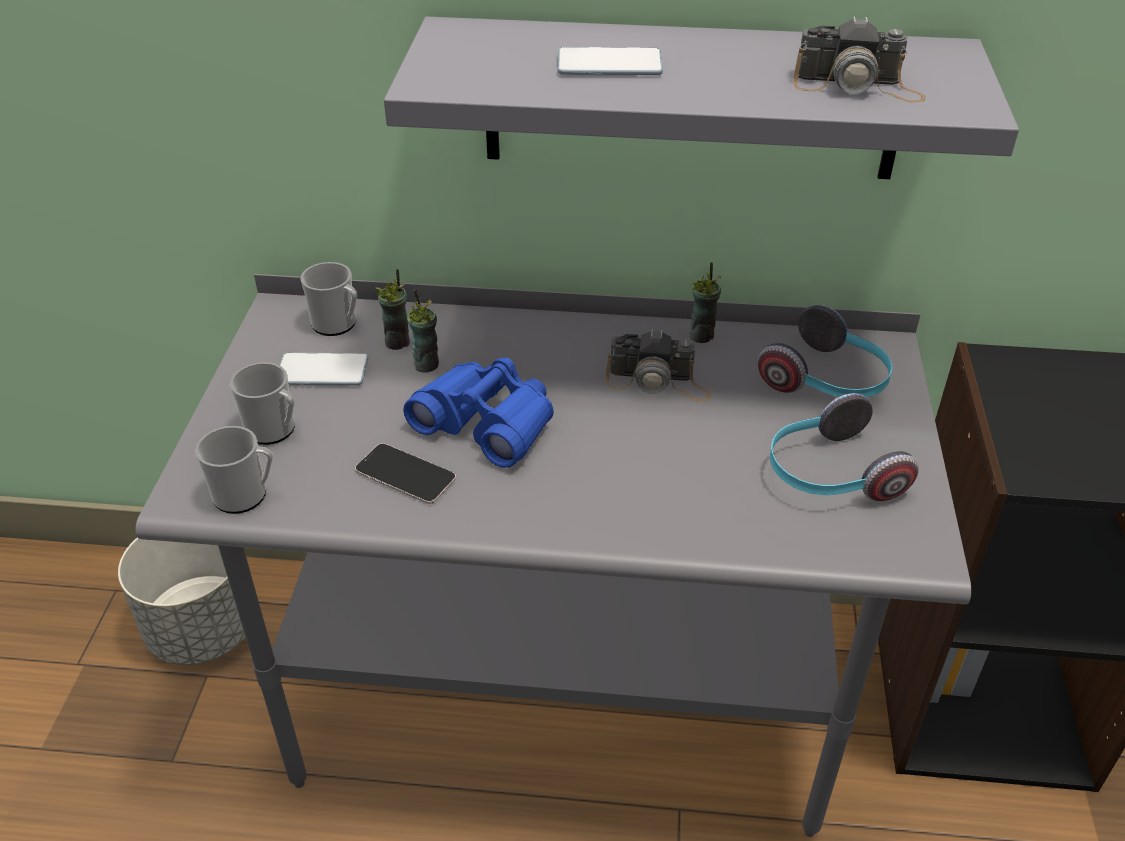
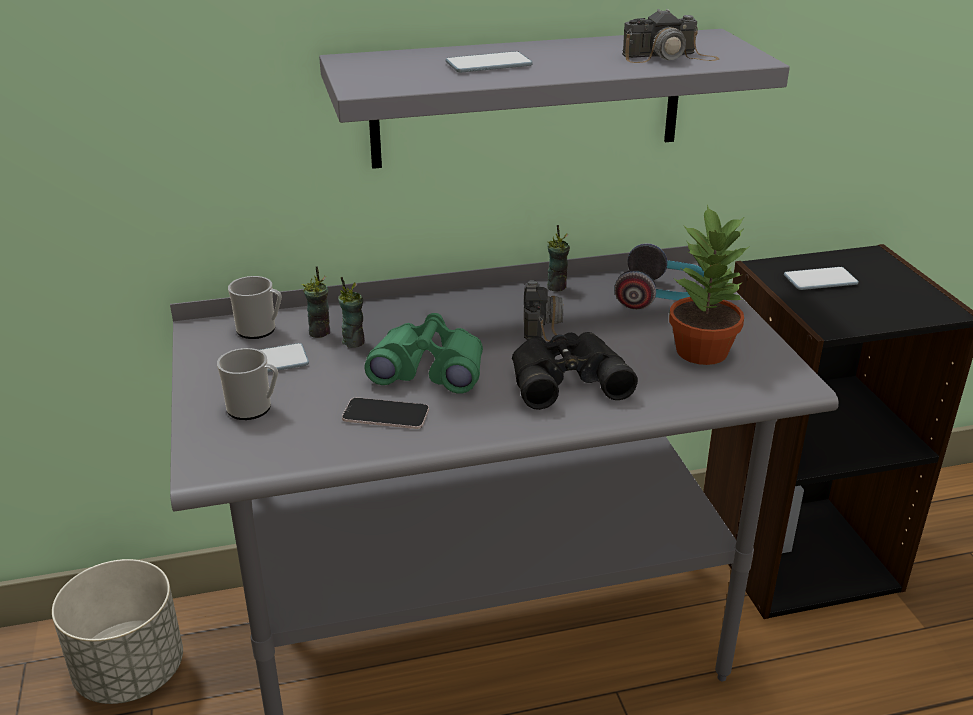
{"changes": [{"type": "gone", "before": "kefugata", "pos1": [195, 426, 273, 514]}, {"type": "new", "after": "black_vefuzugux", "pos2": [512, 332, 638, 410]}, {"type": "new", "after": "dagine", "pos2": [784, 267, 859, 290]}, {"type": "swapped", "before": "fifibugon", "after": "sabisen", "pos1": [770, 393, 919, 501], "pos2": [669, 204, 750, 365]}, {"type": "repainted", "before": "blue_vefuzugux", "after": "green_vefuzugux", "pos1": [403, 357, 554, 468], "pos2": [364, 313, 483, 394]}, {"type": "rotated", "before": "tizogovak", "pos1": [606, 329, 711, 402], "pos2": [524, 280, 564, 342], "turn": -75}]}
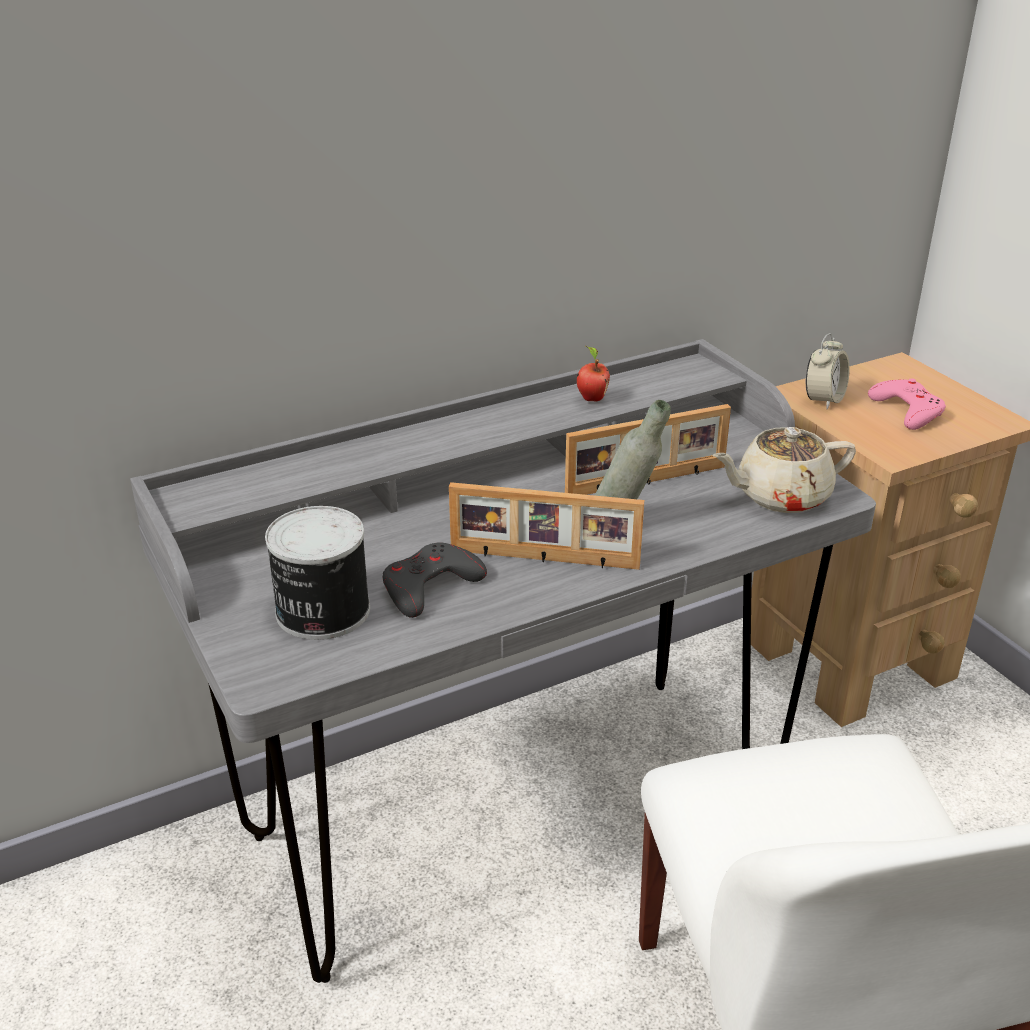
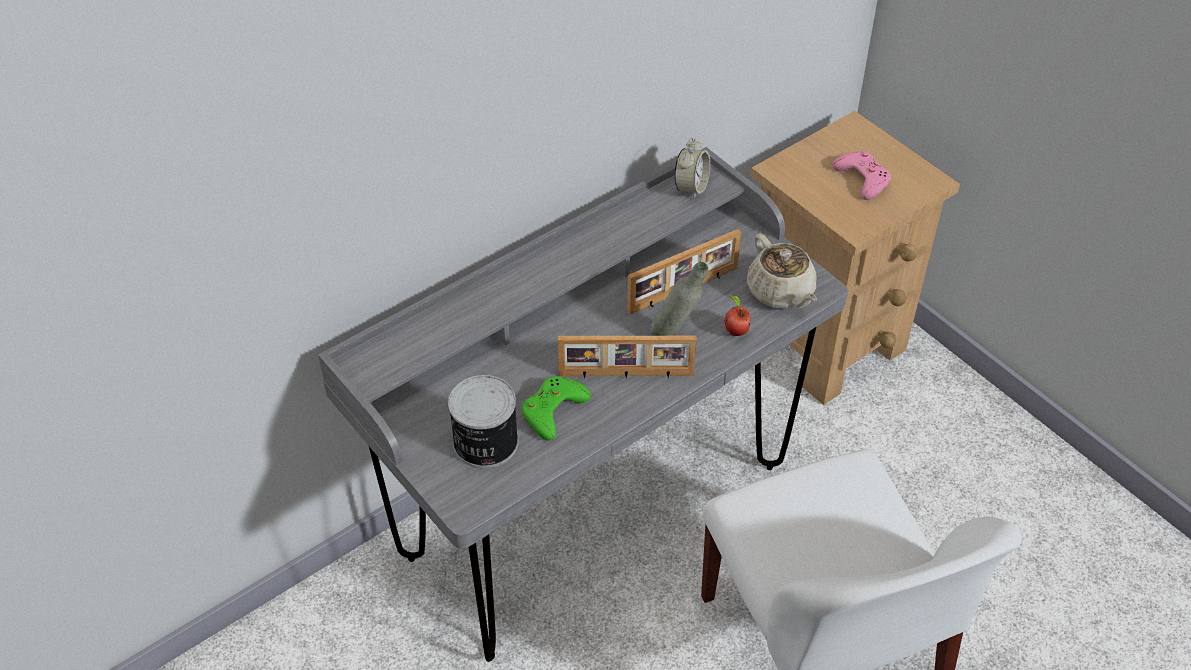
{"changes": [{"type": "shifted", "before": "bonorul", "pos1": [577, 346, 610, 401], "pos2": [725, 295, 750, 336]}, {"type": "shifted", "before": "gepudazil", "pos1": [806, 333, 850, 409], "pos2": [675, 137, 710, 199]}, {"type": "repainted", "before": "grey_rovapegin", "after": "green_rovapegin", "pos1": [383, 543, 487, 618], "pos2": [521, 376, 591, 441]}, {"type": "rotated", "before": "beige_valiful", "pos1": [713, 427, 856, 513], "pos2": [747, 234, 817, 309], "turn": -90}]}
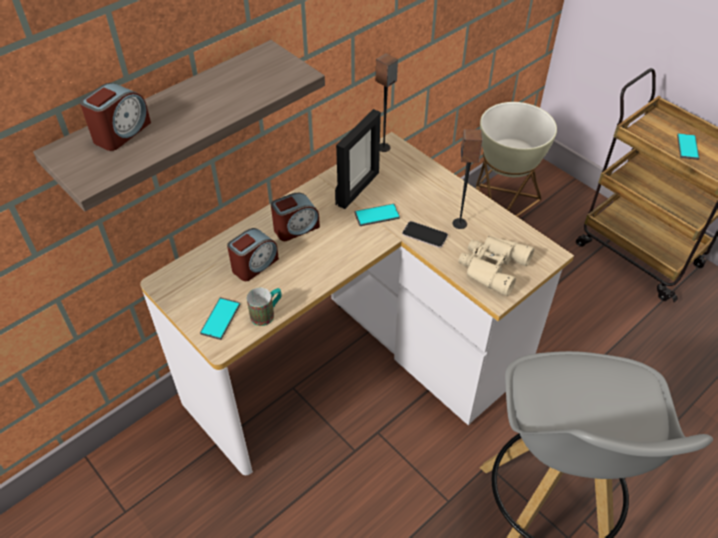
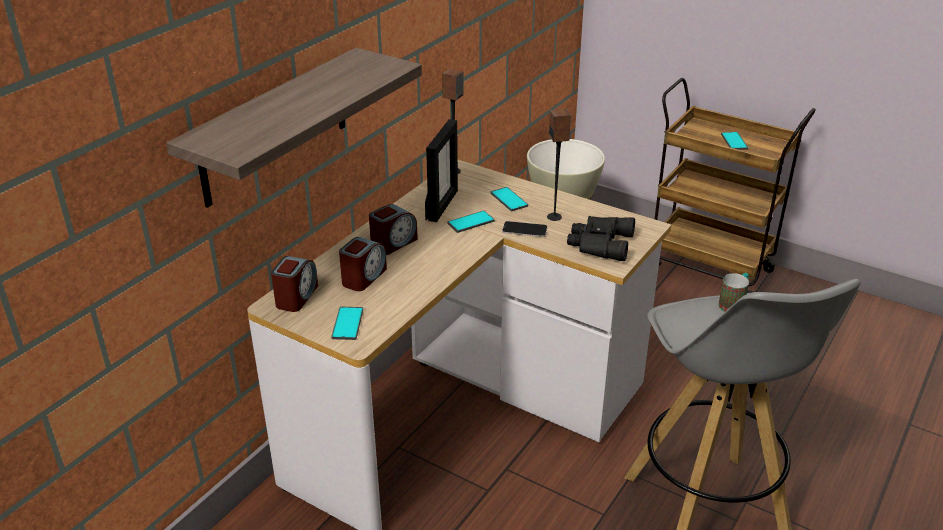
{"changes": [{"type": "new", "after": "dagine", "pos2": [490, 187, 528, 211]}, {"type": "shifted", "before": "gepudazil", "pos1": [80, 83, 151, 151], "pos2": [271, 256, 318, 312]}, {"type": "shifted", "before": "kefugata", "pos1": [247, 288, 282, 326], "pos2": [718, 273, 749, 312]}, {"type": "repainted", "before": "beige_vefuzugux", "after": "black_vefuzugux", "pos1": [458, 236, 534, 296], "pos2": [567, 216, 635, 261]}]}
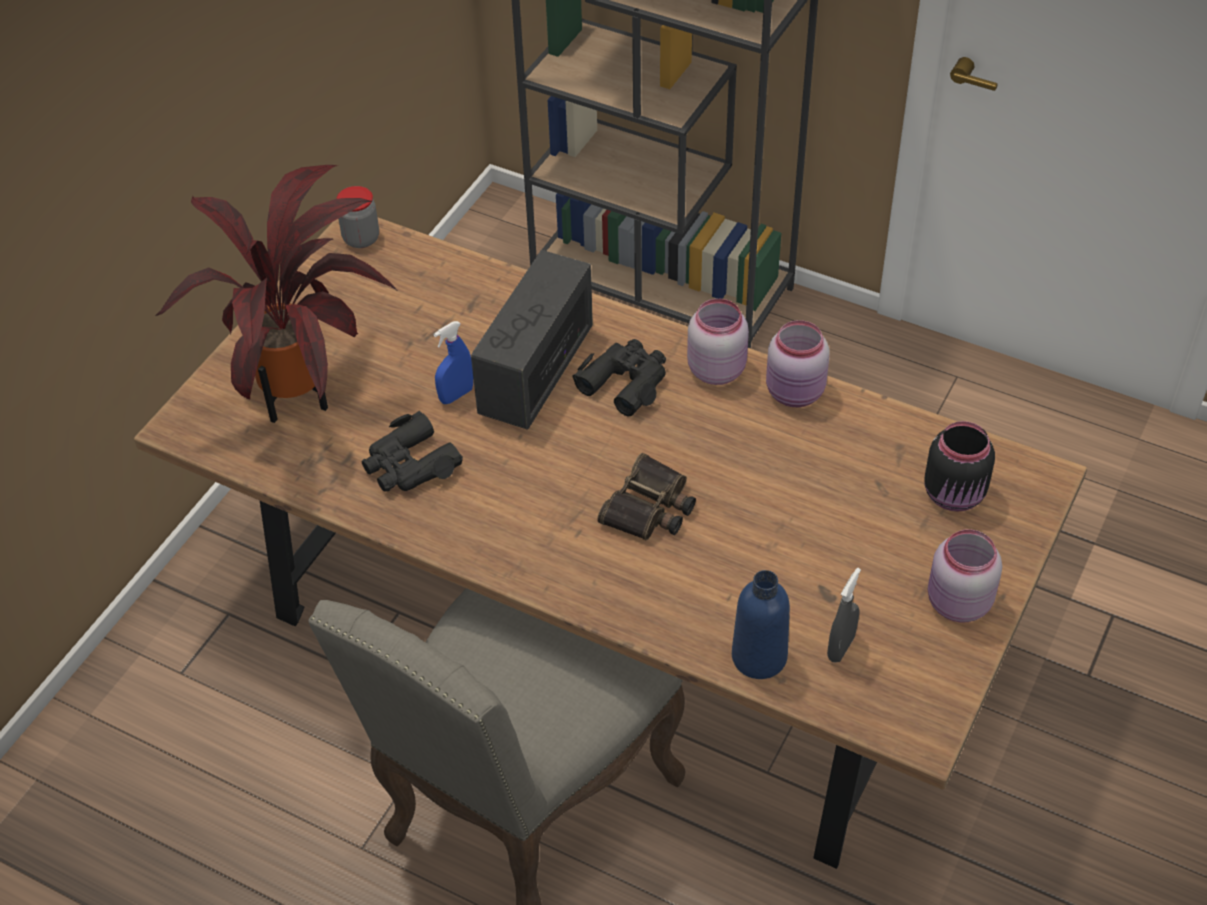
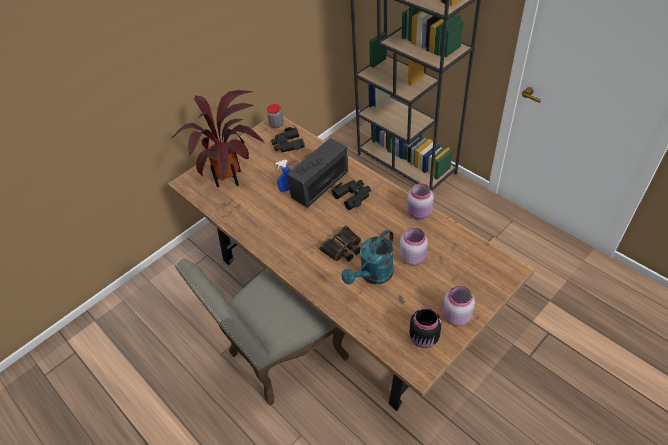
{"changes": [{"type": "gone", "before": "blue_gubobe", "pos1": [732, 570, 790, 679]}, {"type": "gone", "before": "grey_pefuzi", "pos1": [827, 568, 861, 663]}, {"type": "new", "after": "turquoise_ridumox", "pos2": [342, 229, 394, 285]}, {"type": "shifted", "before": "black_vefuzugux", "pos1": [361, 411, 463, 492], "pos2": [271, 127, 305, 152]}, {"type": "shifted", "before": "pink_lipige", "pos1": [687, 299, 749, 385], "pos2": [400, 228, 428, 266]}, {"type": "shifted", "before": "black_lipige", "pos1": [924, 421, 995, 512], "pos2": [409, 307, 442, 348]}]}
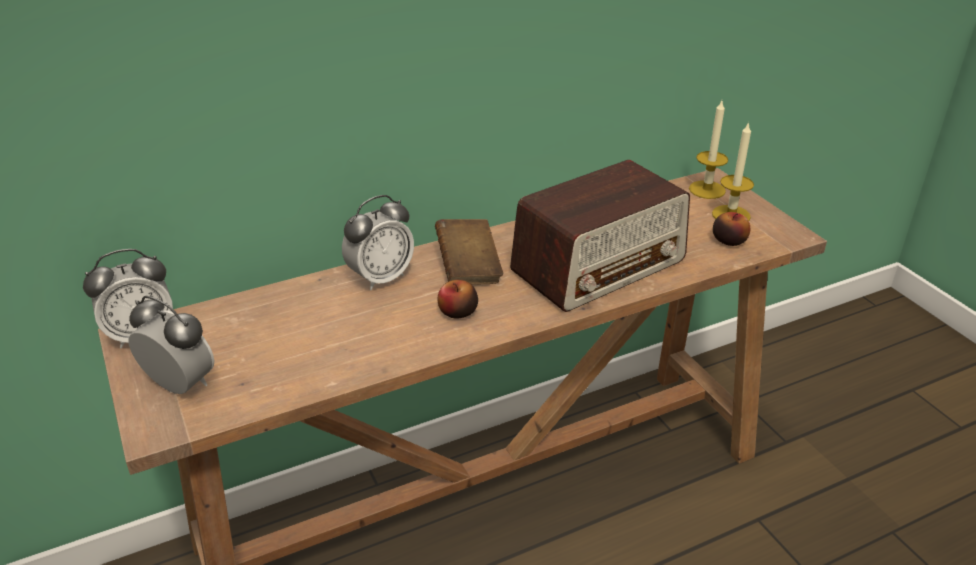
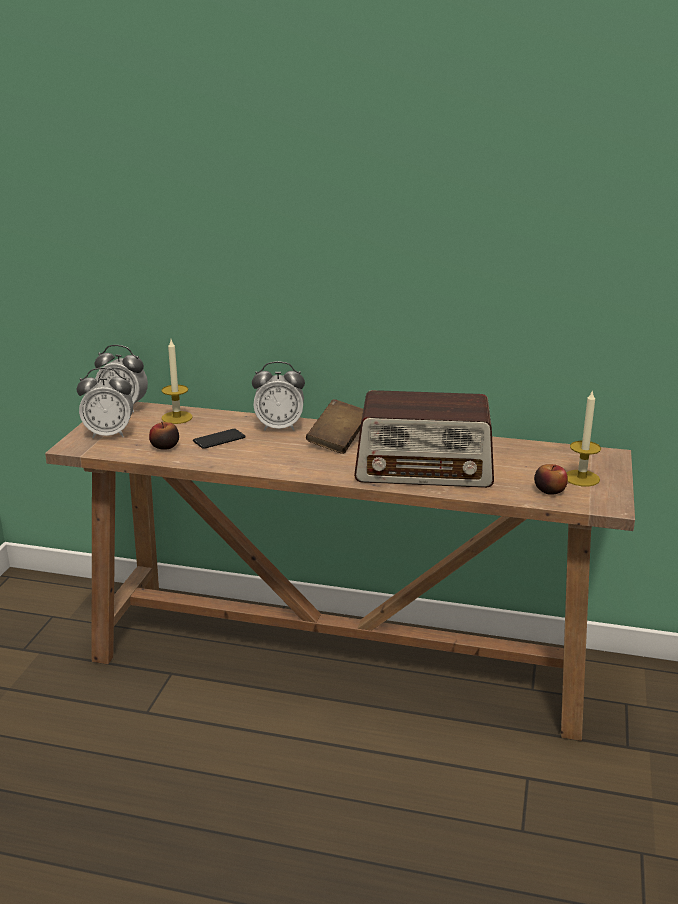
{"changes": [{"type": "new", "after": "dagine", "pos2": [193, 429, 246, 449]}, {"type": "shifted", "before": "bonorul", "pos1": [438, 280, 478, 318], "pos2": [149, 422, 179, 450]}, {"type": "shifted", "before": "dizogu", "pos1": [689, 101, 728, 199], "pos2": [162, 340, 193, 424]}, {"type": "rotated", "before": "gepudazil", "pos1": [128, 296, 215, 394], "pos2": [77, 367, 133, 438], "turn": 105}]}
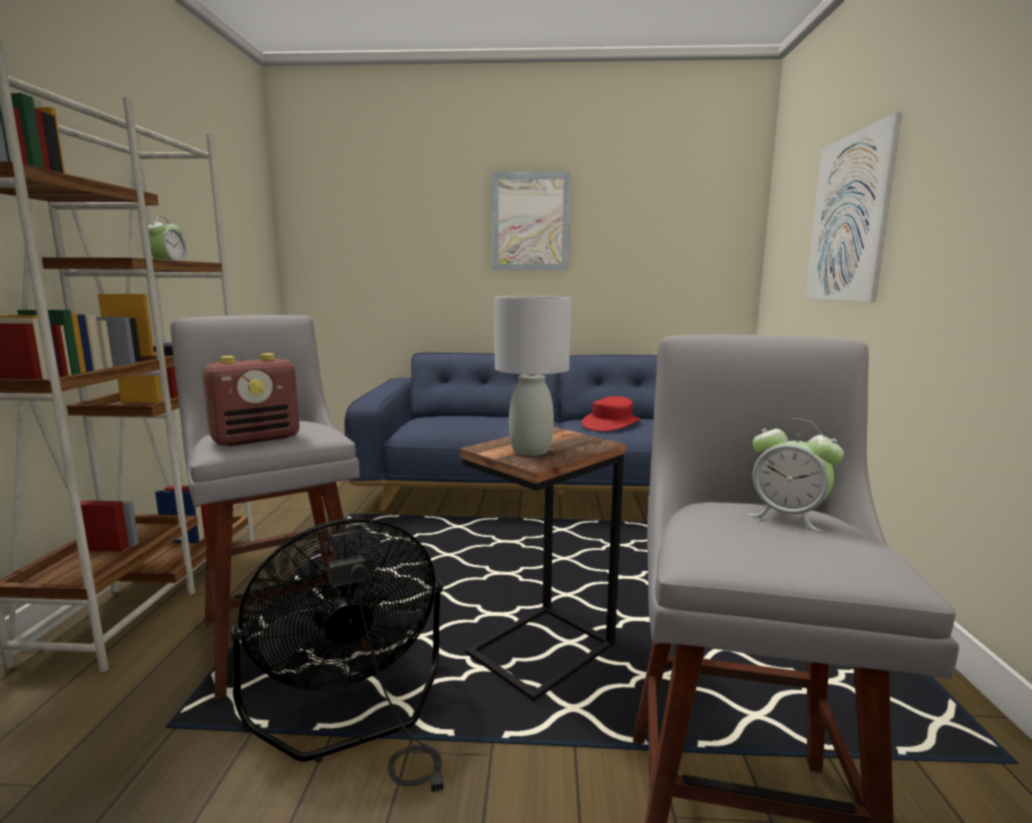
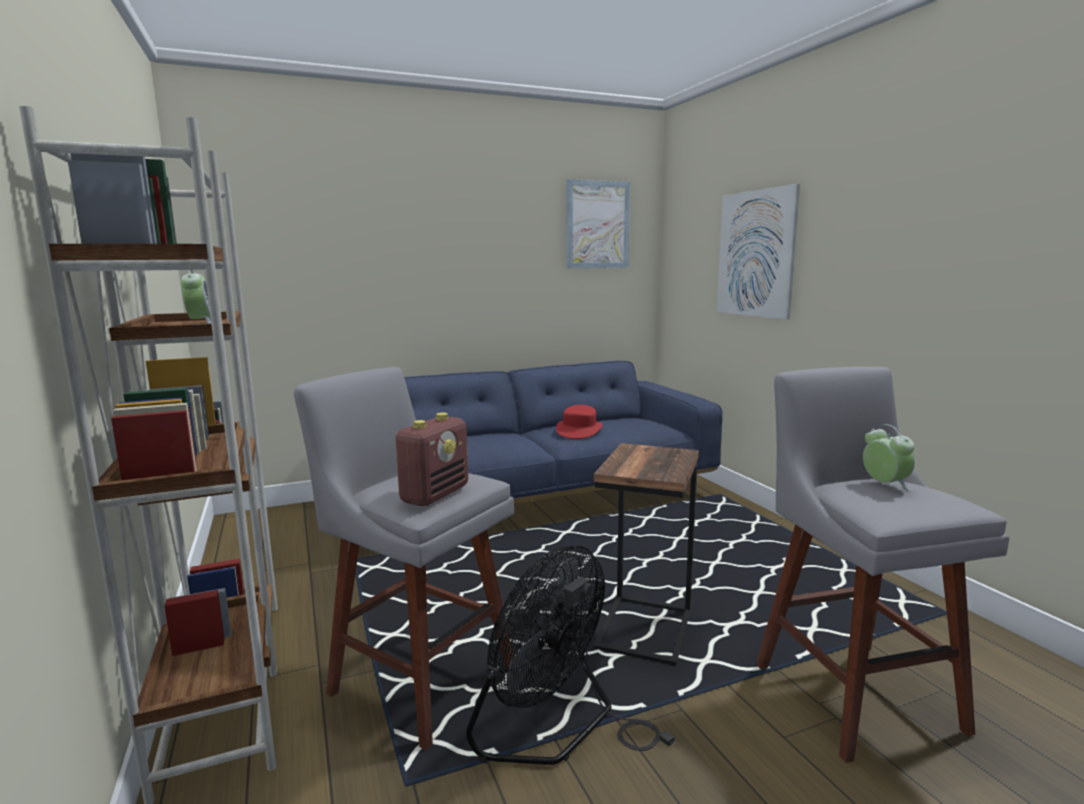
{"changes": [{"type": "gone", "before": "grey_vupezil", "pos1": [494, 296, 571, 456]}, {"type": "shifted", "before": "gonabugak", "pos1": [492, 172, 570, 270], "pos2": [566, 179, 630, 268]}, {"type": "rotated", "before": "gepudazil", "pos1": [748, 418, 844, 532], "pos2": [863, 424, 915, 491], "turn": -120}]}
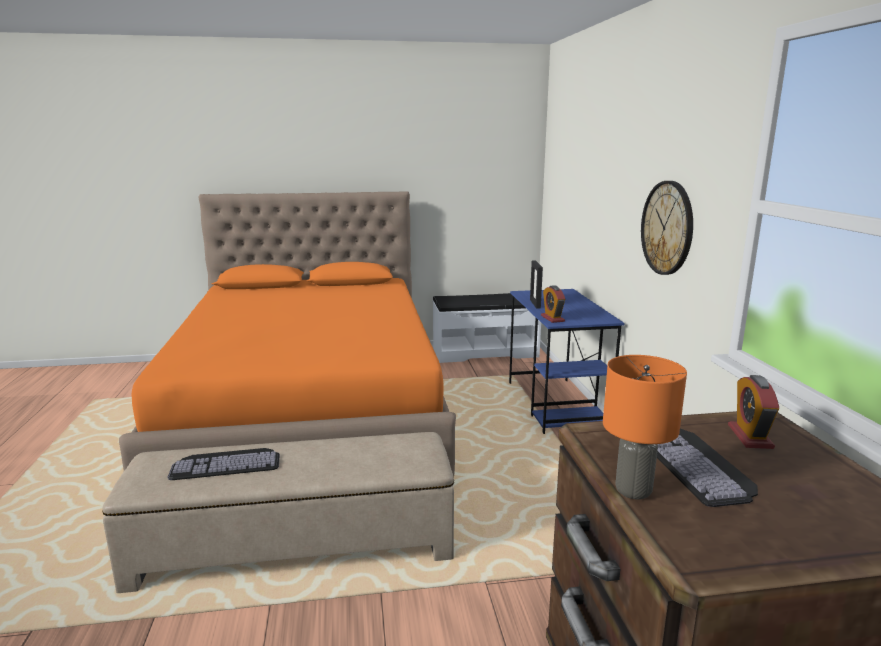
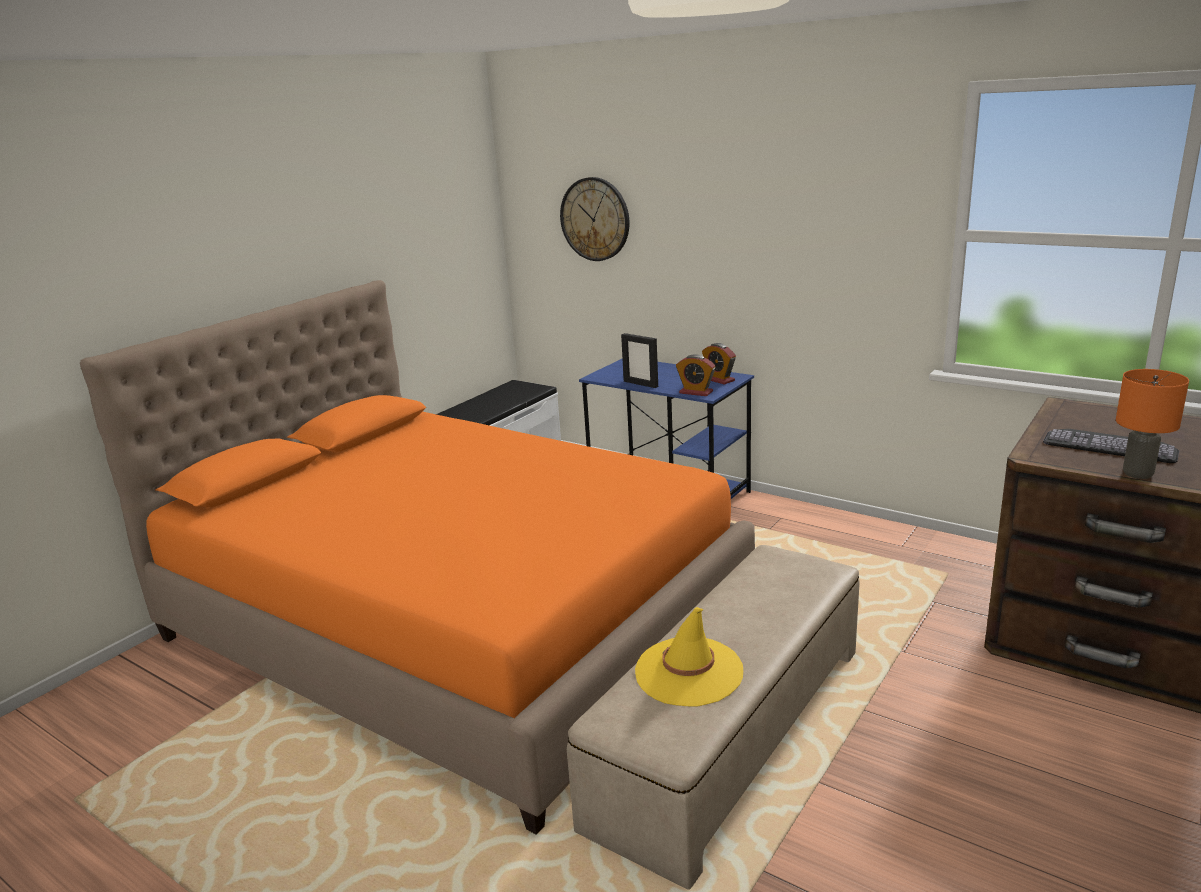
{"changes": [{"type": "shifted", "before": "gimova", "pos1": [641, 181, 693, 275], "pos2": [560, 177, 630, 261]}, {"type": "shifted", "before": "gepudazil", "pos1": [728, 375, 779, 449], "pos2": [702, 343, 736, 385]}, {"type": "swapped", "before": "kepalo", "after": "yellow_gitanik", "pos1": [167, 448, 280, 480], "pos2": [635, 607, 743, 707]}]}
